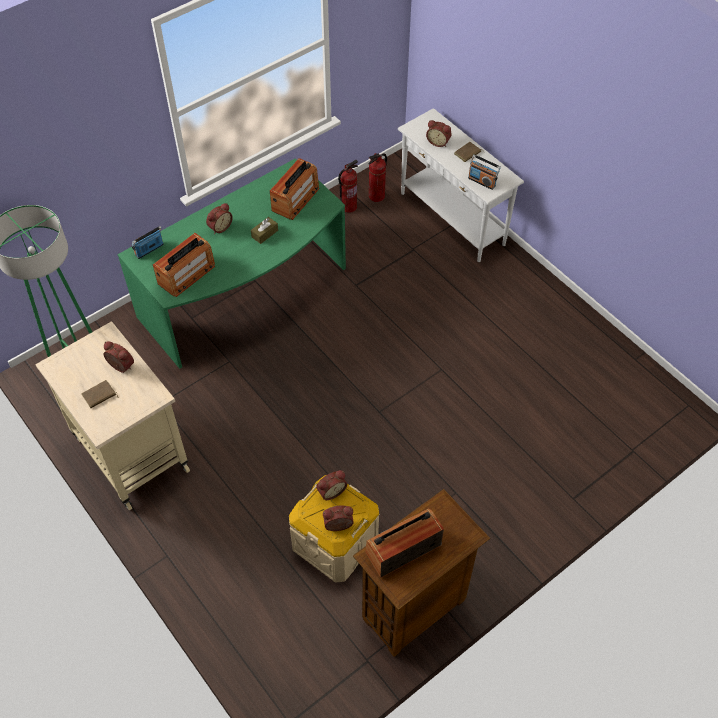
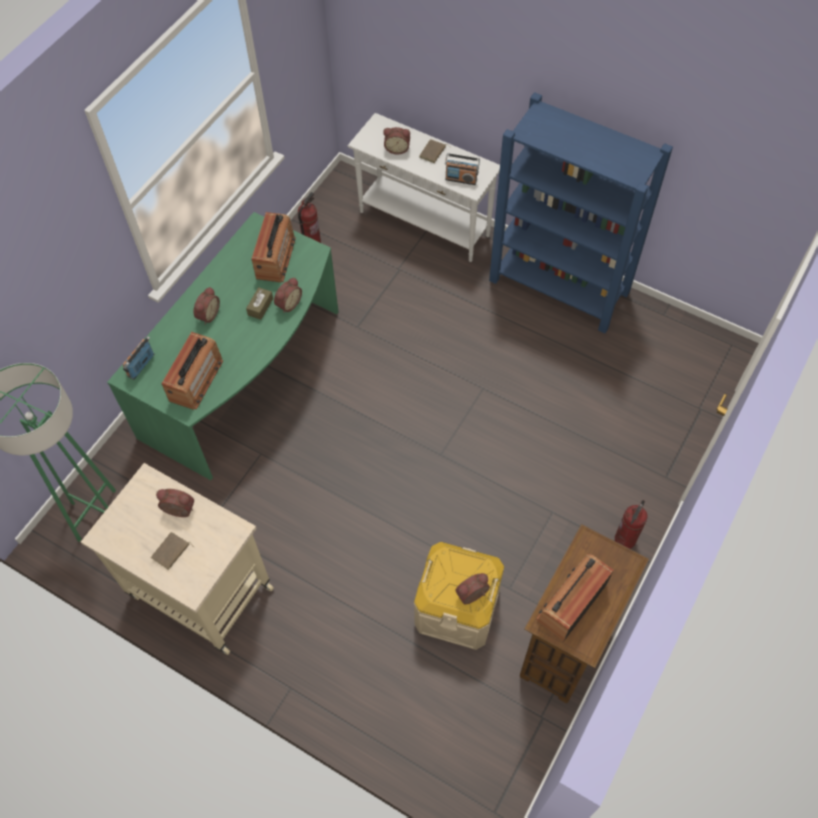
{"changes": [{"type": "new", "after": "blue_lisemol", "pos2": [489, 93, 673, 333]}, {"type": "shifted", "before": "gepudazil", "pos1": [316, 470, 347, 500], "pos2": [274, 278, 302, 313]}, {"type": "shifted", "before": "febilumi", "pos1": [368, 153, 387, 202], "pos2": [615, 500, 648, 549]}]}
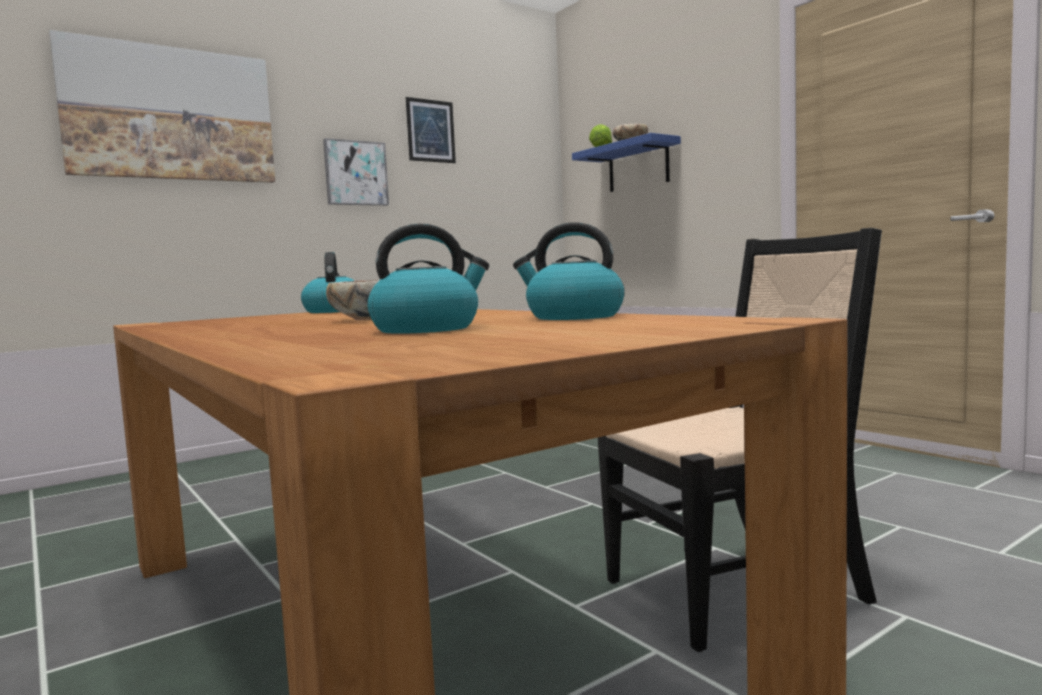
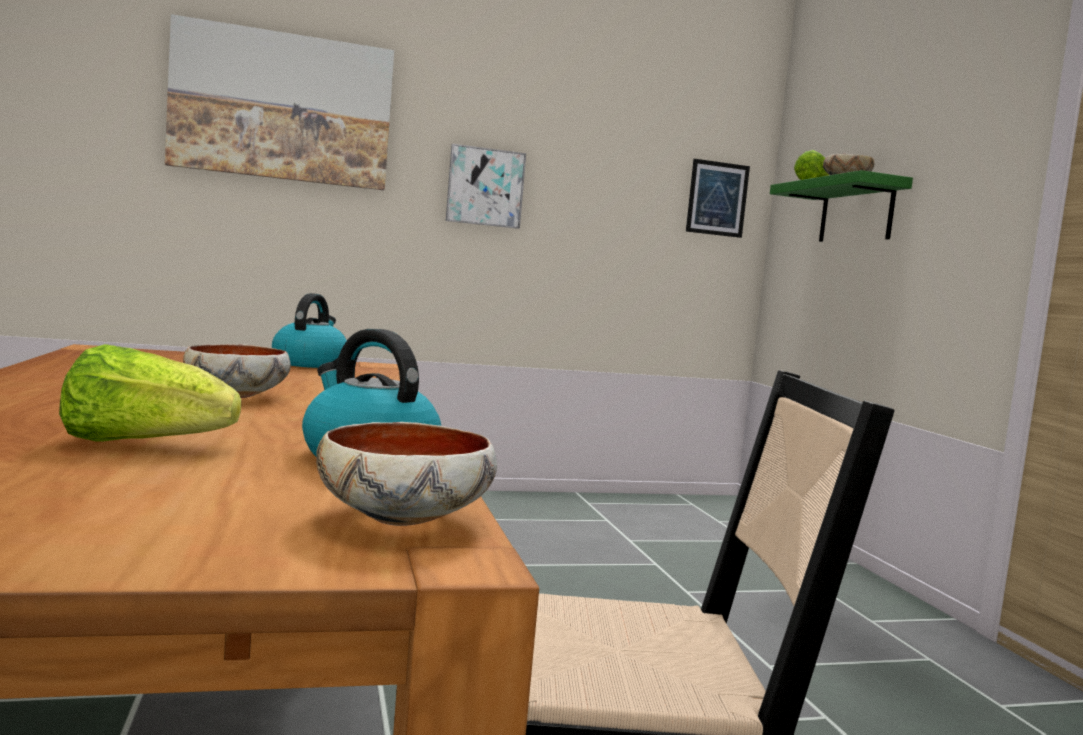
{"changes": [{"type": "new", "after": "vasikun", "pos2": [316, 422, 497, 526]}, {"type": "shifted", "before": "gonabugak", "pos1": [406, 97, 456, 163], "pos2": [686, 159, 750, 238]}, {"type": "swapped", "before": "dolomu", "after": "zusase", "pos1": [367, 224, 489, 334], "pos2": [59, 344, 241, 441]}, {"type": "repainted", "before": "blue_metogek", "after": "green_metogek", "pos1": [572, 133, 681, 192], "pos2": [770, 170, 913, 242]}]}
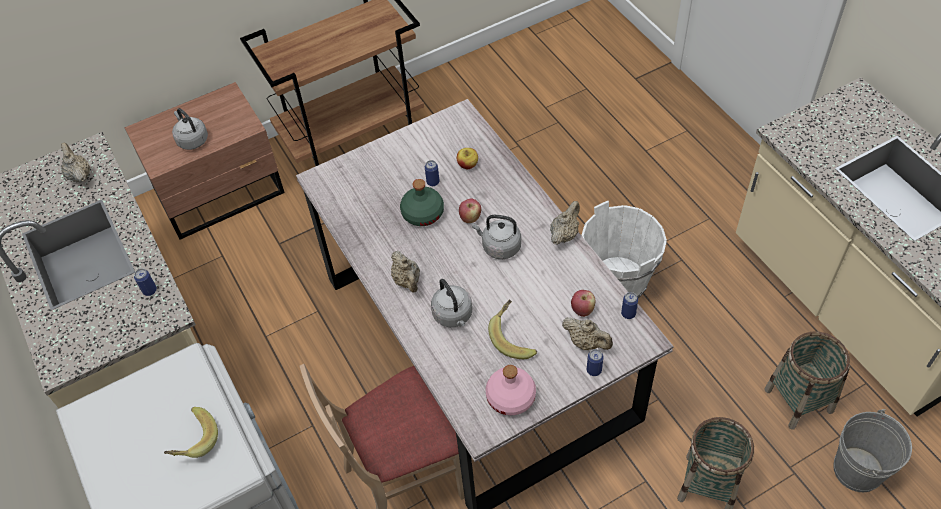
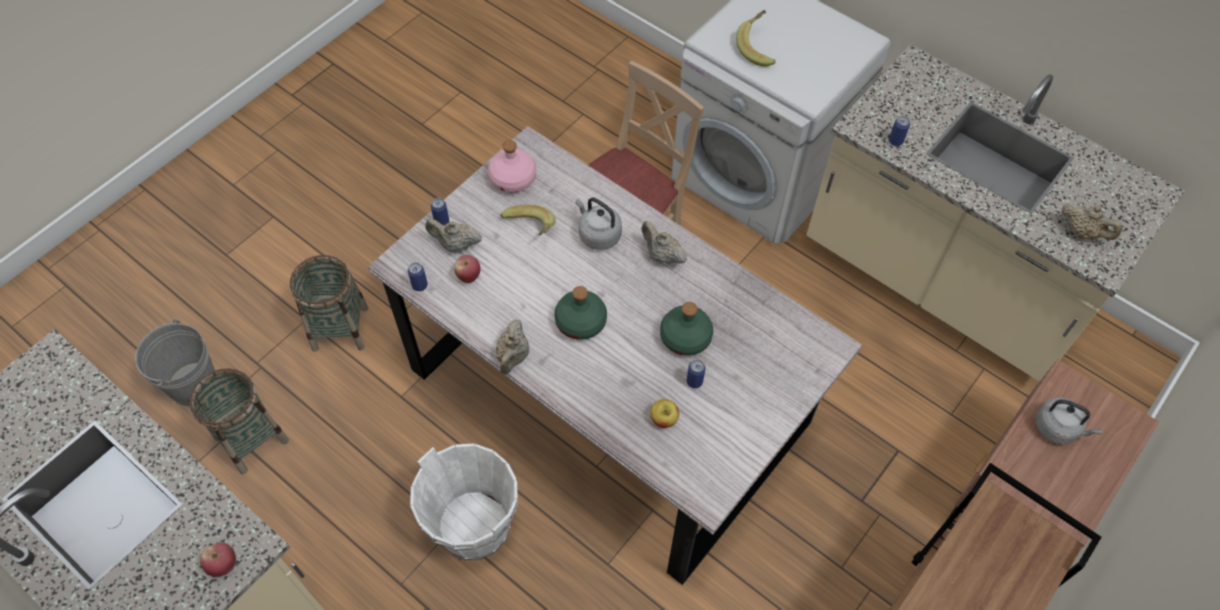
{"changes": [{"type": "shifted", "before": "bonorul", "pos1": [459, 199, 481, 223], "pos2": [200, 543, 236, 577]}, {"type": "swapped", "before": "grey_dolomu", "after": "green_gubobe", "pos1": [472, 215, 521, 259], "pos2": [554, 286, 607, 340]}]}
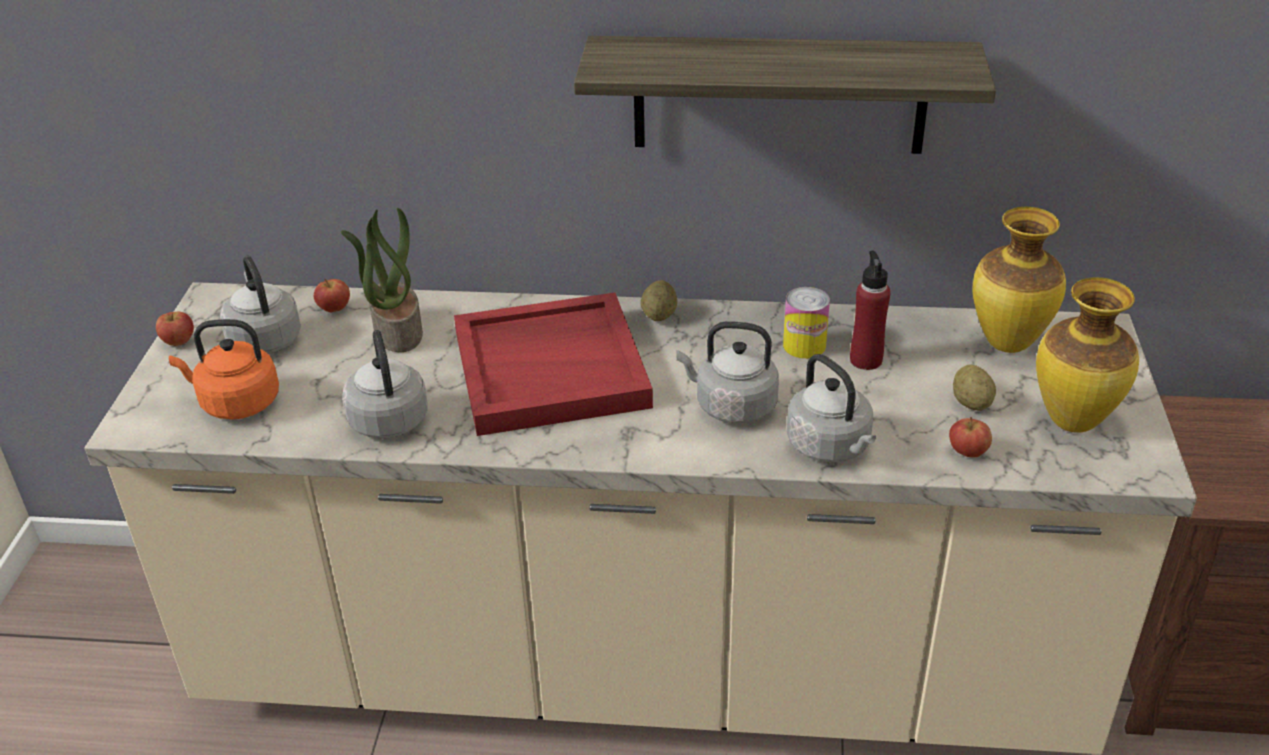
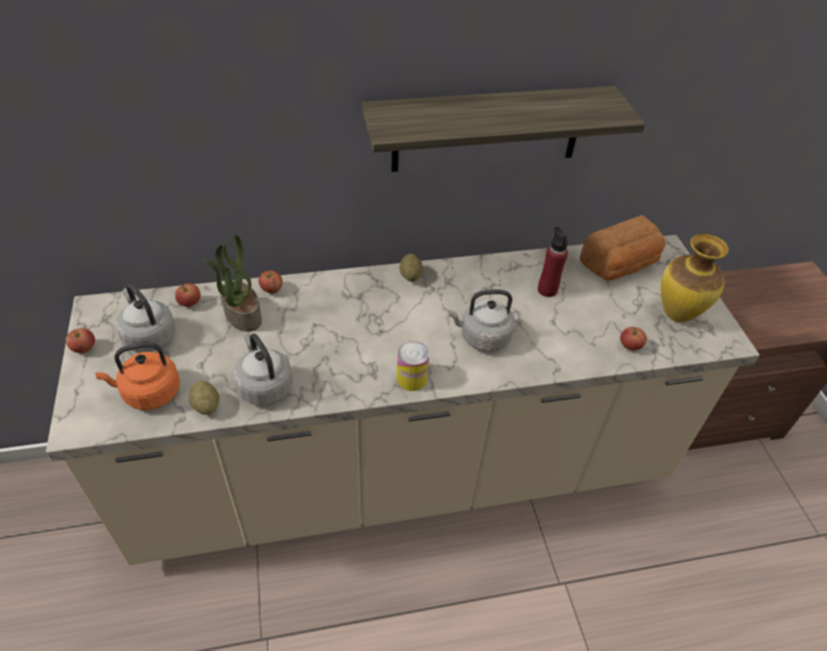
{"changes": [{"type": "gone", "before": "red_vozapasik", "pos1": [454, 292, 653, 436]}, {"type": "gone", "before": "grey_dolomu", "pos1": [787, 354, 876, 462]}, {"type": "new", "after": "bonorul", "pos2": [258, 270, 283, 294]}, {"type": "shifted", "before": "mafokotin", "pos1": [783, 287, 830, 359], "pos2": [397, 341, 429, 391]}, {"type": "shifted", "before": "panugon", "pos1": [953, 364, 996, 411], "pos2": [189, 381, 220, 415]}, {"type": "swapped", "before": "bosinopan", "after": "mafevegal", "pos1": [972, 207, 1066, 353], "pos2": [580, 215, 665, 281]}]}
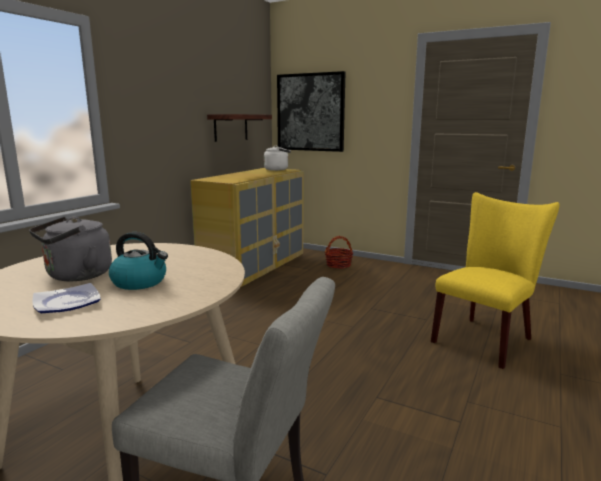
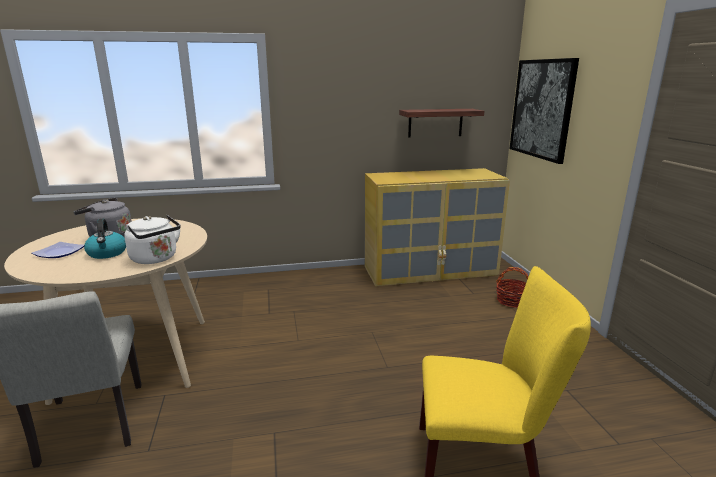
{"changes": [{"type": "shifted", "before": "white_dolomu", "pos1": [264, 146, 291, 171], "pos2": [124, 215, 181, 264]}]}
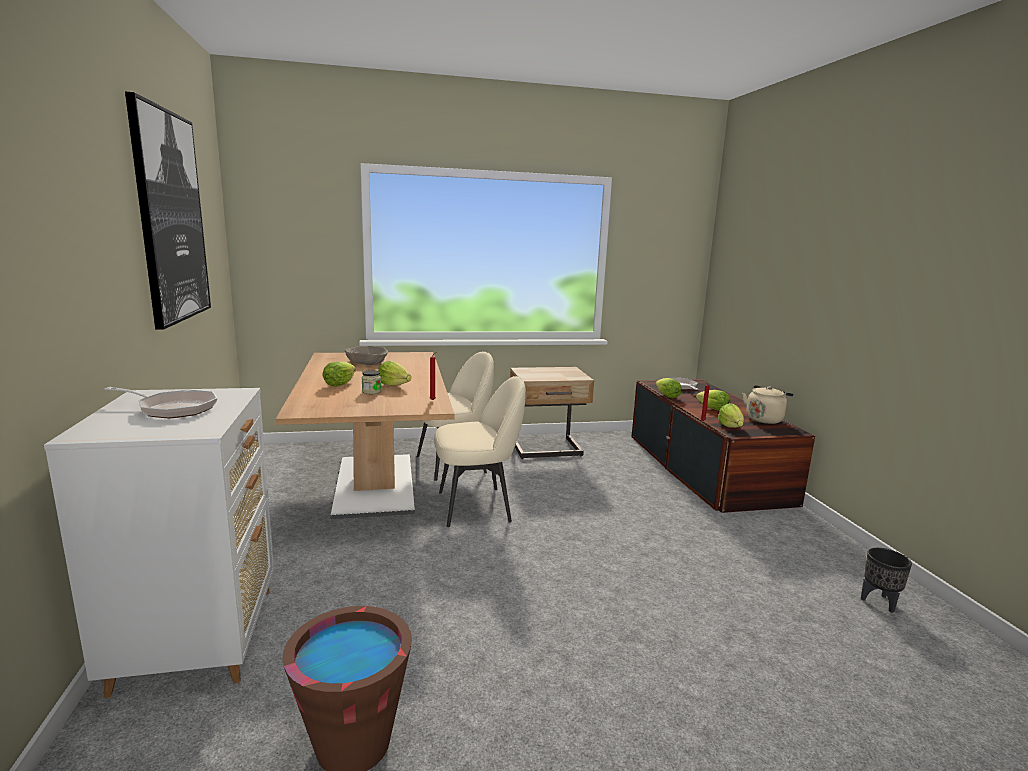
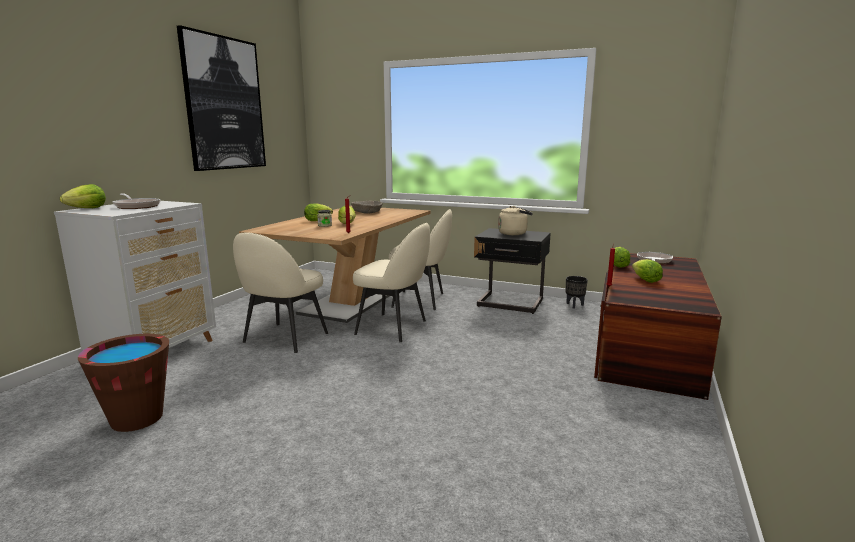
{"changes": [{"type": "new", "after": "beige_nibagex", "pos2": [233, 232, 328, 353]}, {"type": "shifted", "before": "zusase", "pos1": [718, 403, 744, 428], "pos2": [60, 184, 106, 208]}, {"type": "shifted", "before": "beige_dolomu", "pos1": [742, 385, 793, 424], "pos2": [498, 206, 533, 235]}, {"type": "shifted", "before": "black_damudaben", "pos1": [861, 548, 912, 613], "pos2": [566, 276, 588, 309]}, {"type": "repainted", "before": "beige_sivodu", "after": "black_sivodu", "pos1": [510, 367, 594, 459], "pos2": [474, 228, 551, 314]}]}
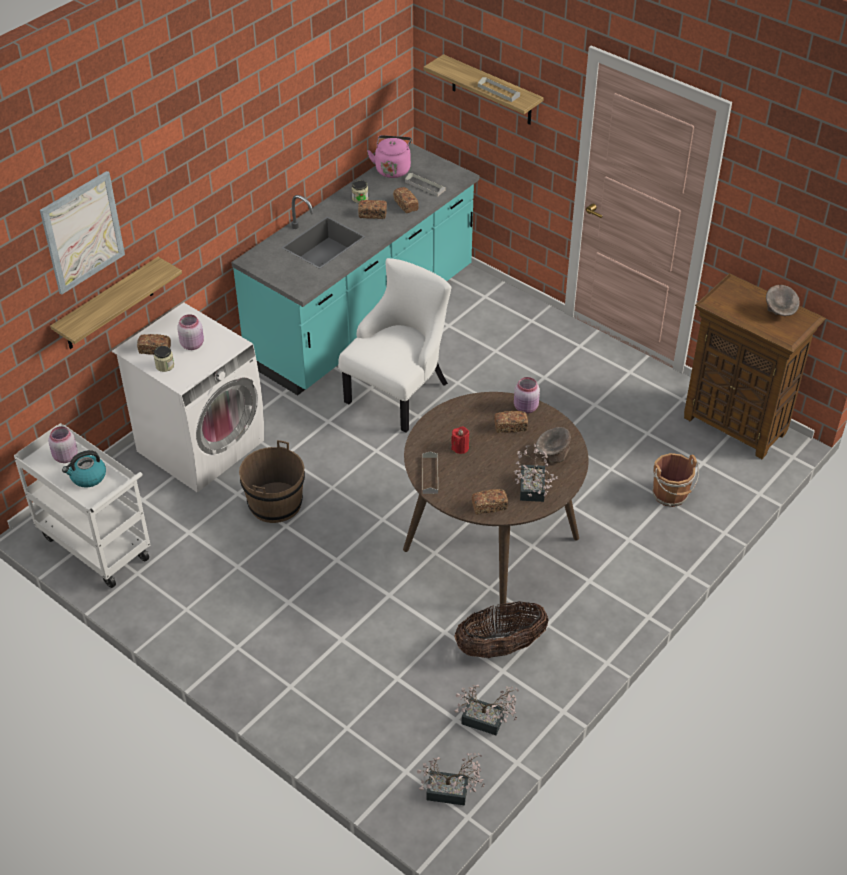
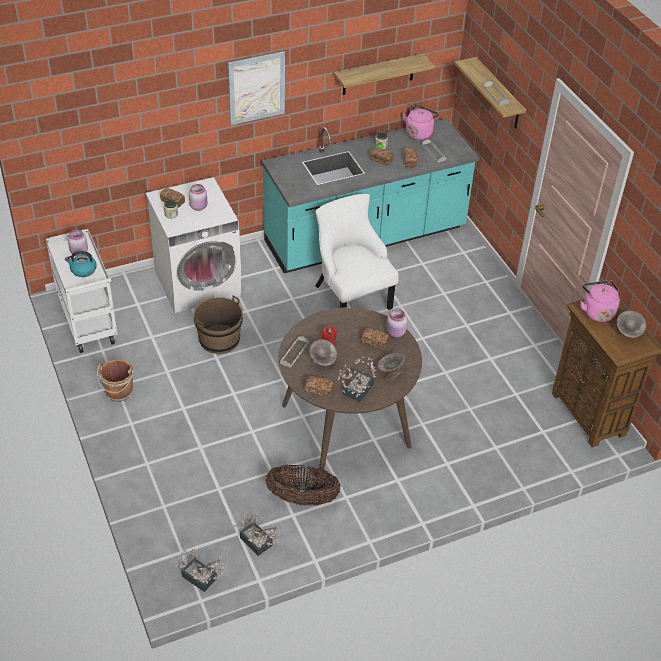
{"changes": [{"type": "new", "after": "grey_vasikun", "pos2": [309, 339, 337, 366]}, {"type": "new", "after": "pink_dolomu", "pos2": [580, 280, 620, 322]}, {"type": "shifted", "before": "gonabugak", "pos1": [40, 171, 125, 295], "pos2": [228, 51, 285, 125]}, {"type": "shifted", "before": "metogek", "pos1": [50, 257, 182, 349], "pos2": [334, 54, 435, 95]}, {"type": "shifted", "before": "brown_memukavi", "pos1": [653, 453, 699, 507], "pos2": [97, 359, 134, 402]}, {"type": "rotated", "before": "white_nibagex", "pos1": [338, 258, 451, 433], "pos2": [315, 194, 399, 310], "turn": -90}]}
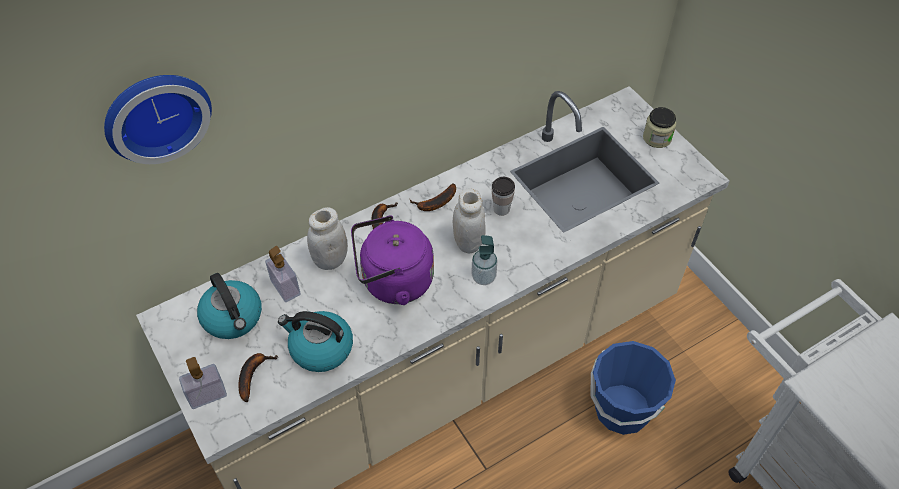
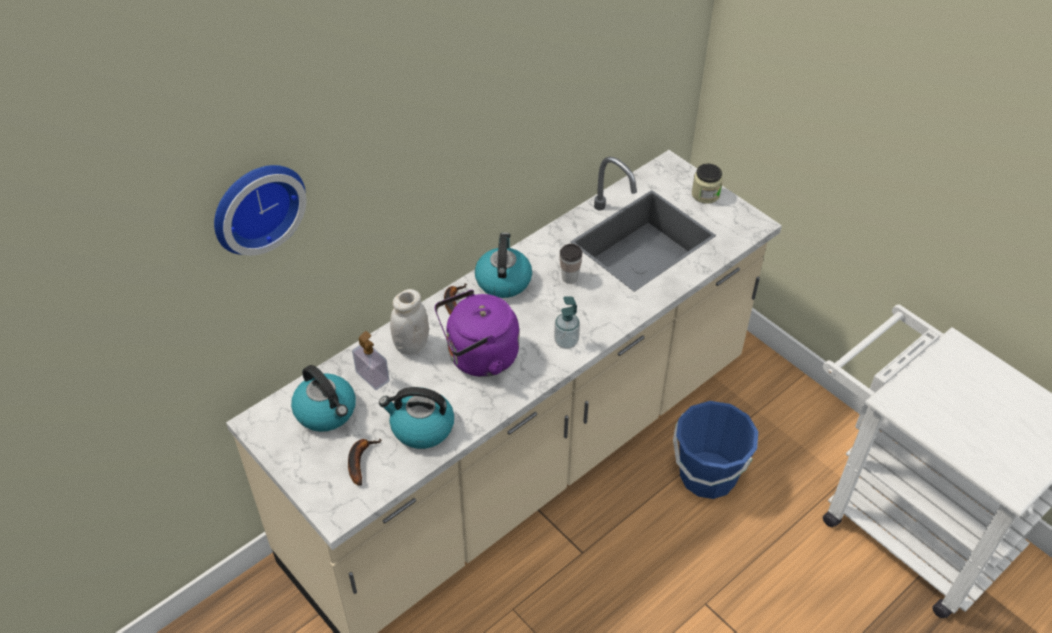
{"changes": [{"type": "gone", "before": "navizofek", "pos1": [179, 357, 227, 409]}, {"type": "gone", "before": "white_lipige", "pos1": [453, 188, 486, 253]}, {"type": "swapped", "before": "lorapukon", "after": "dolomu", "pos1": [409, 183, 456, 211], "pos2": [475, 232, 532, 298]}]}
